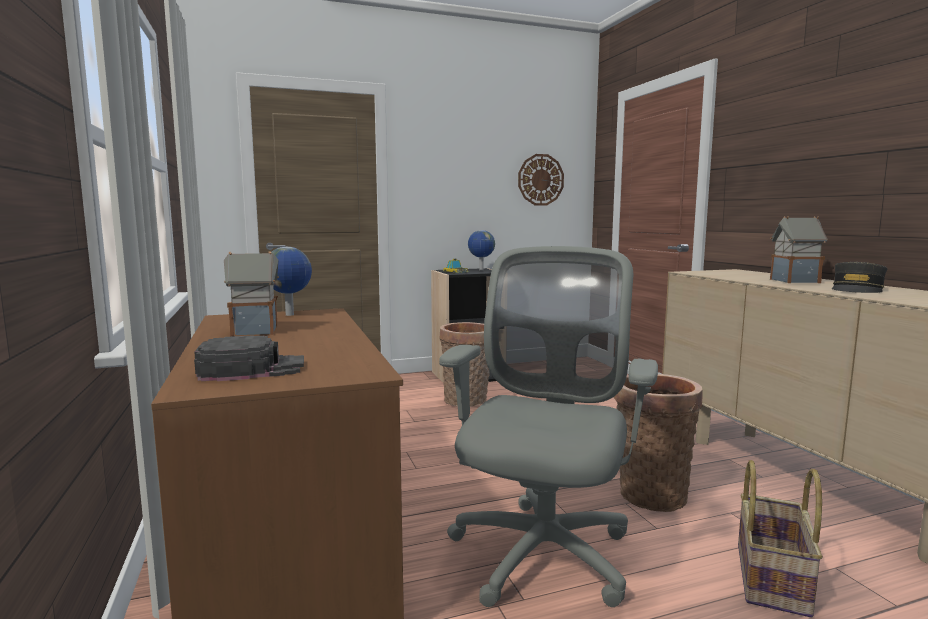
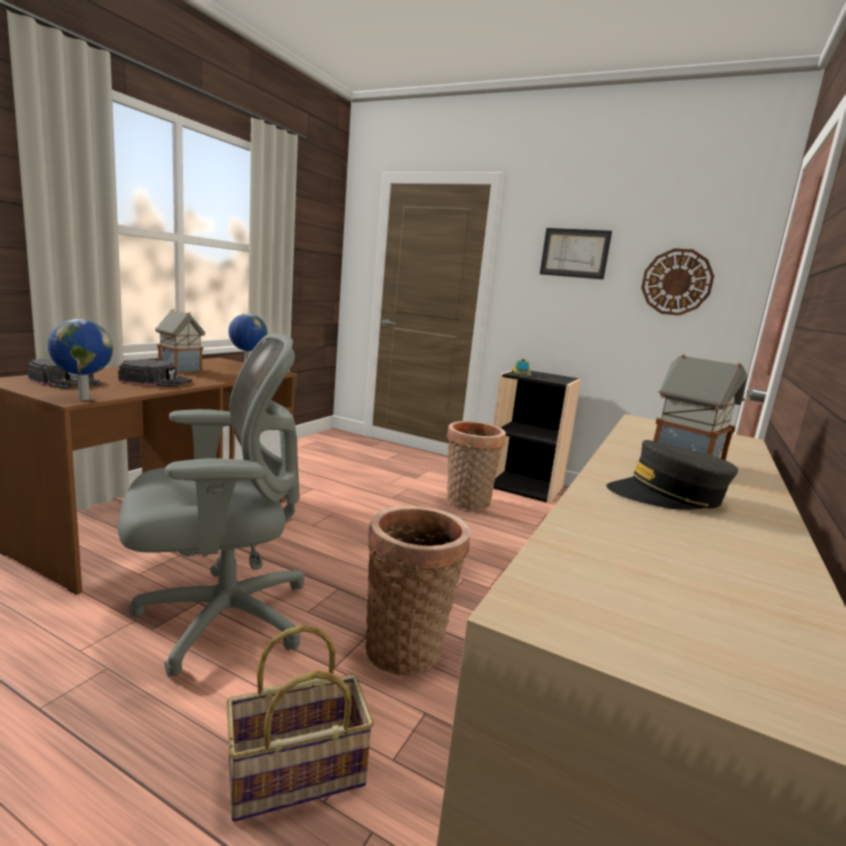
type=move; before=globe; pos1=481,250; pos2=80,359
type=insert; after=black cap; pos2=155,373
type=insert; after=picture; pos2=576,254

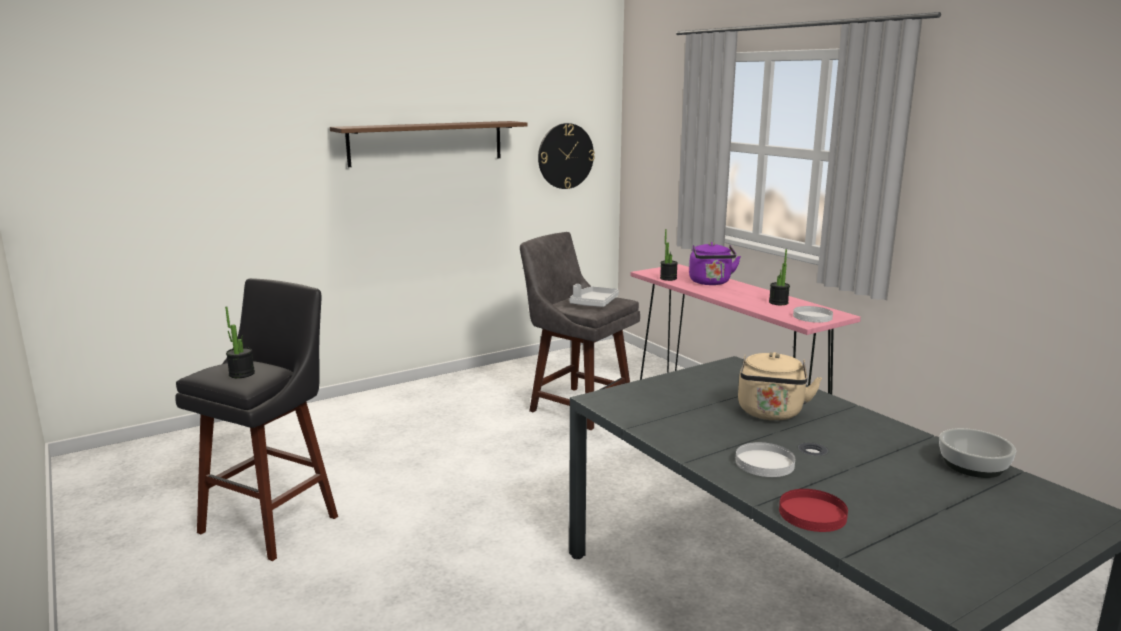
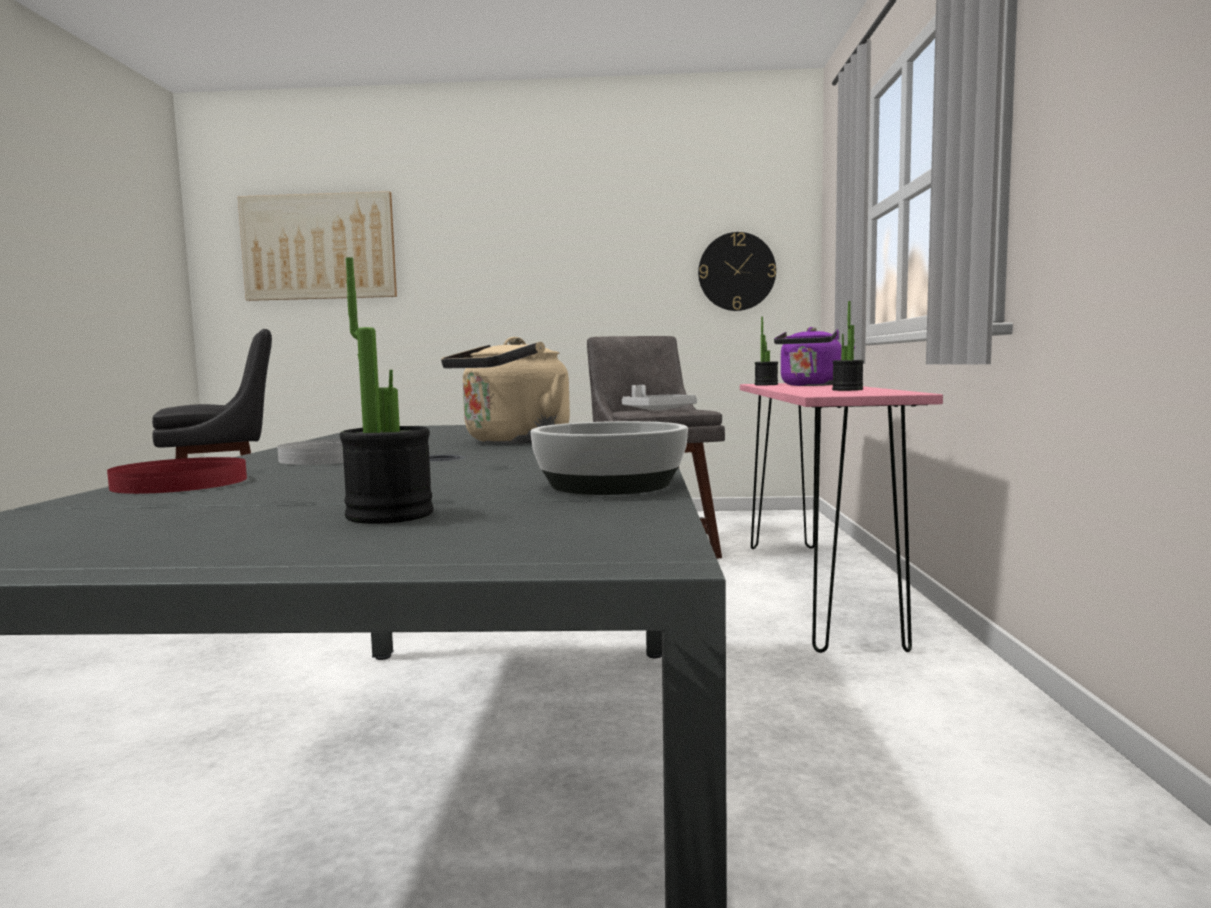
type=insert; after=picture; pos2=317,246
type=move; before=potted plant; pos1=240,342; pos2=387,390
type=delete; before=brown shelf; pos1=428,144
type=delete; before=white plate; pos1=813,314

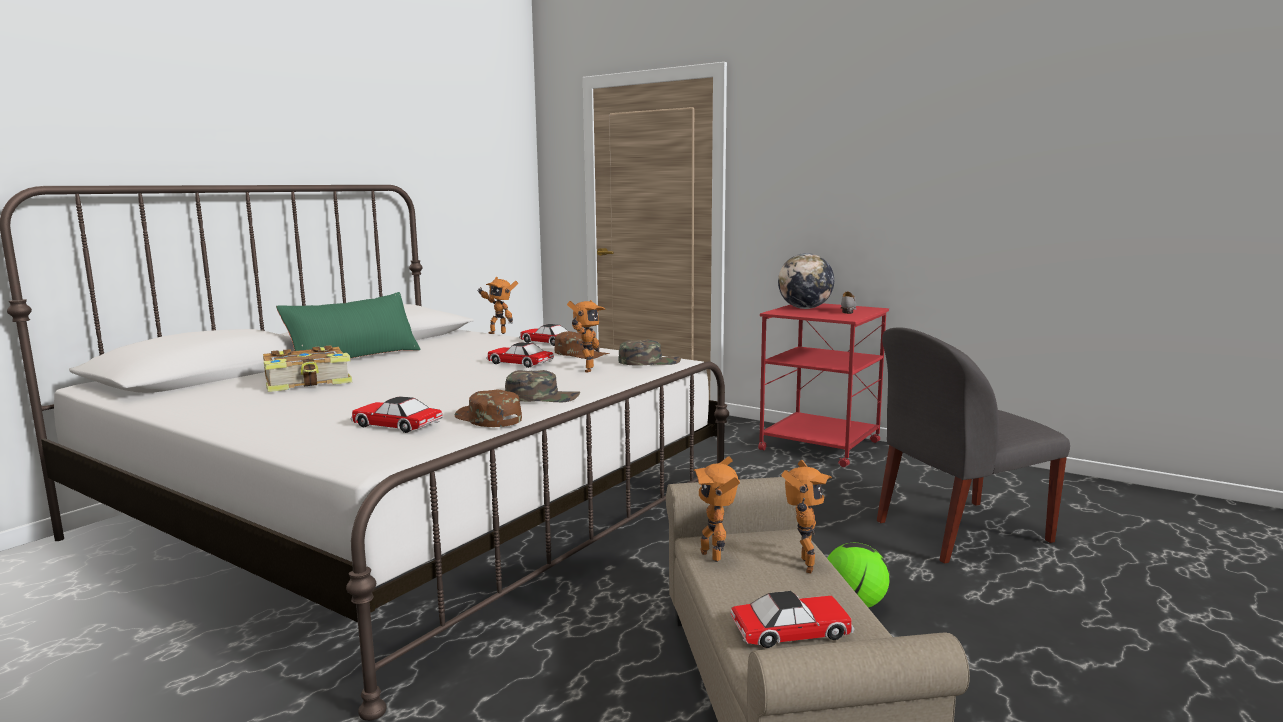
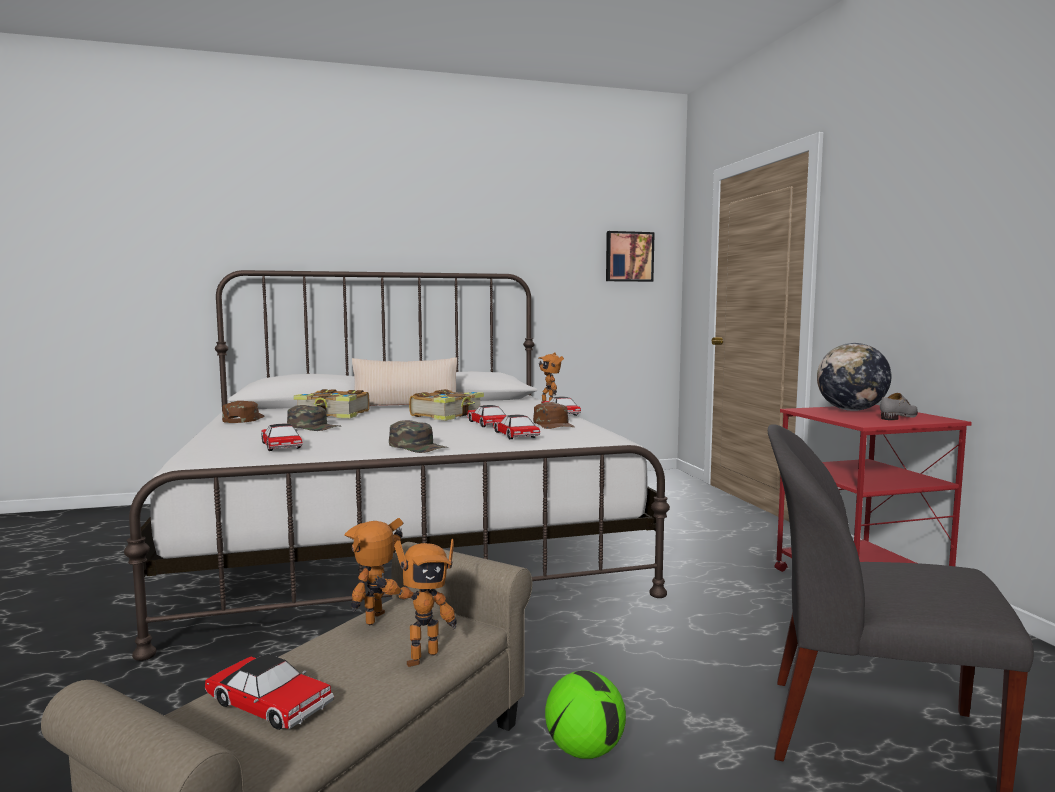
type=move; before=brown cap; pos1=488,408; pos2=243,412
type=move; before=green cap; pos1=649,353; pos2=314,418
type=recolor; before=green pillow; after=beige pillow; pos1=348,325; pos2=404,381
type=insert; after=book; pos2=446,405
type=replace; before=toy robot; after=toy car; pos1=586,336; pos2=516,427
type=insert; after=picture; pos2=630,256

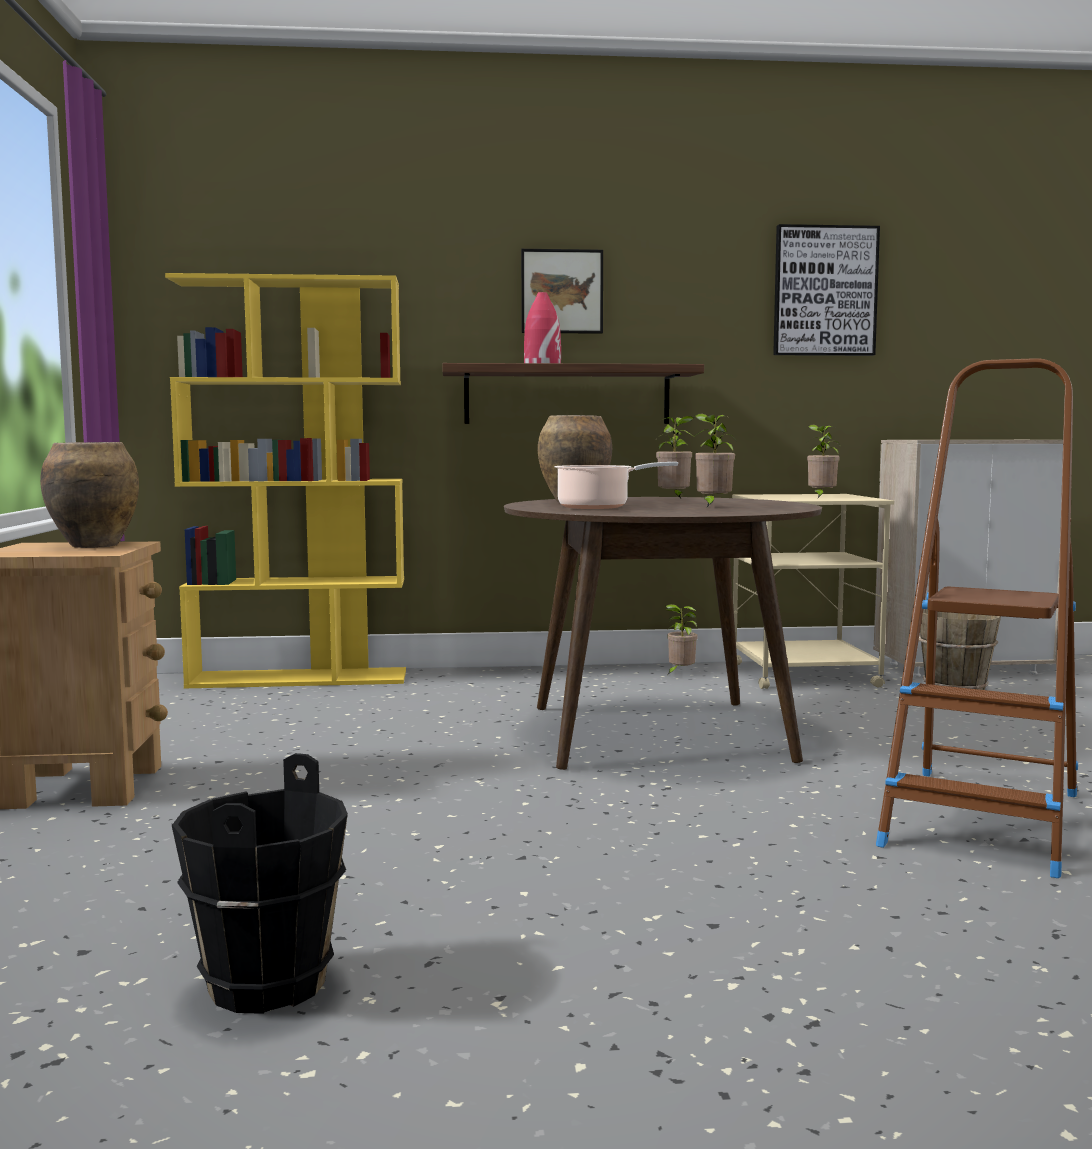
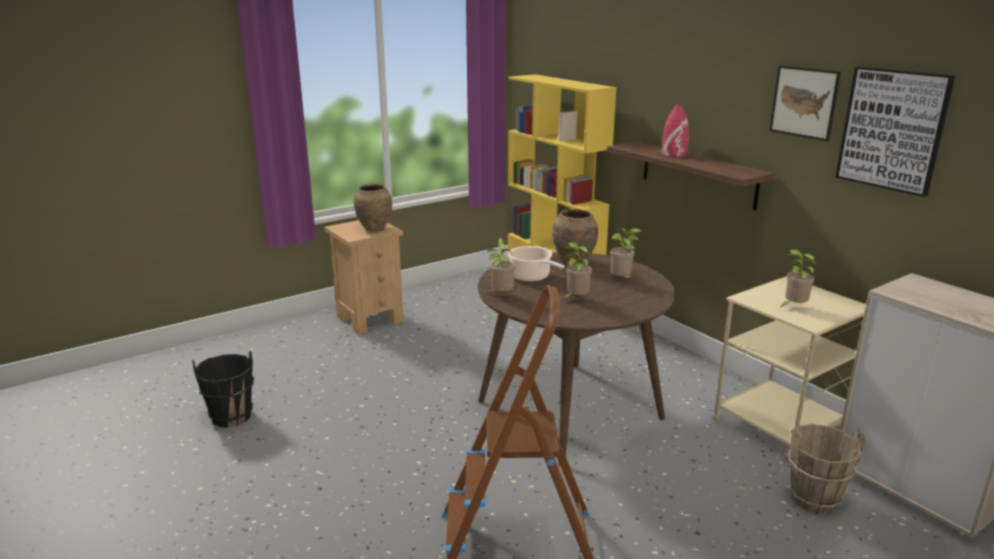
type=move; before=potted plant; pos1=681,639; pos2=501,265
type=move; before=picture; pos1=562,291; pos2=805,103

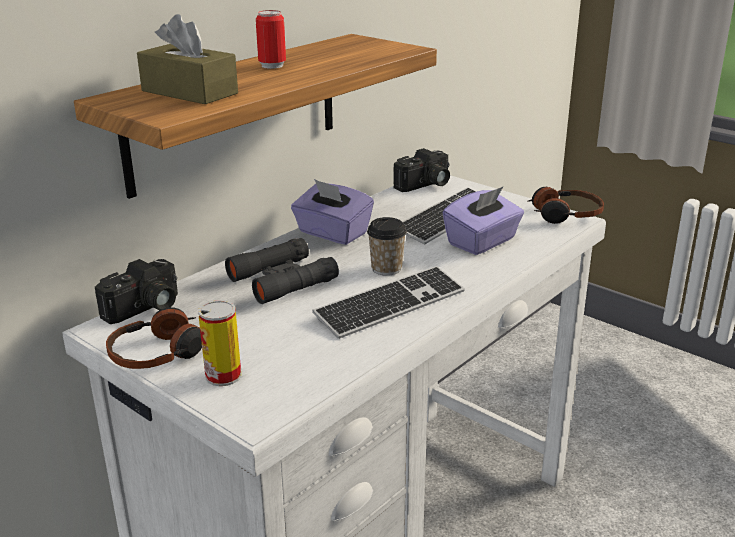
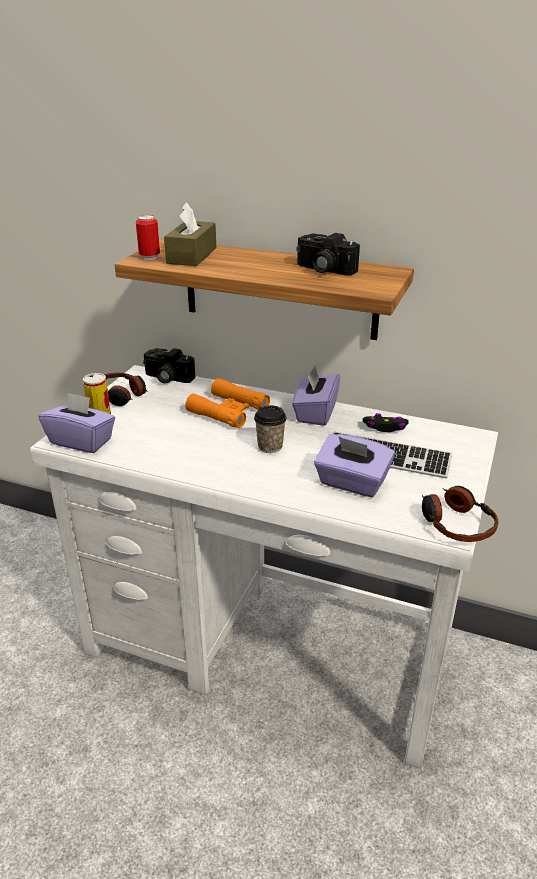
type=insert; after=purple tissue box; pos2=77,422
type=move; before=can; pos1=271,39; pos2=148,237
type=recolor; before=black binoculars; after=orange binoculars; pos1=282,271; pos2=227,403
type=move; before=photo camera; pos1=421,170; pos2=328,254
type=insert; after=black game controller; pos2=386,422
type=delete; before=keyboard; pos1=388,302

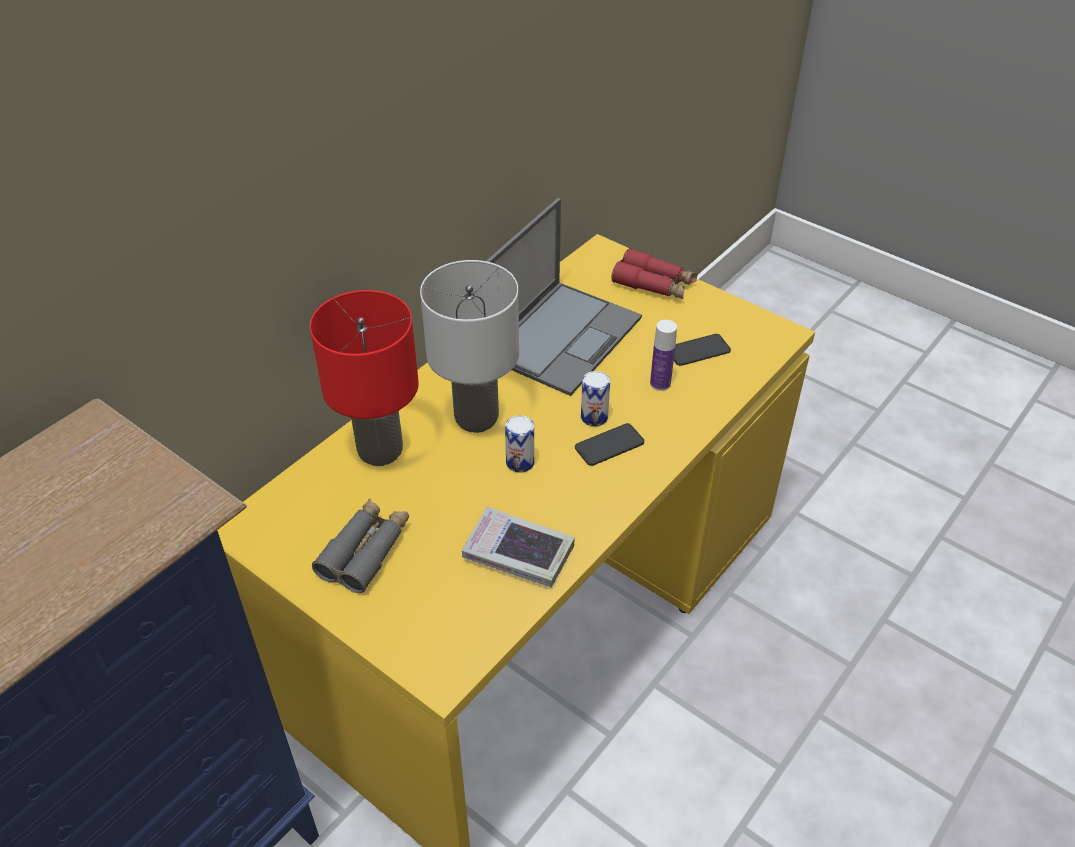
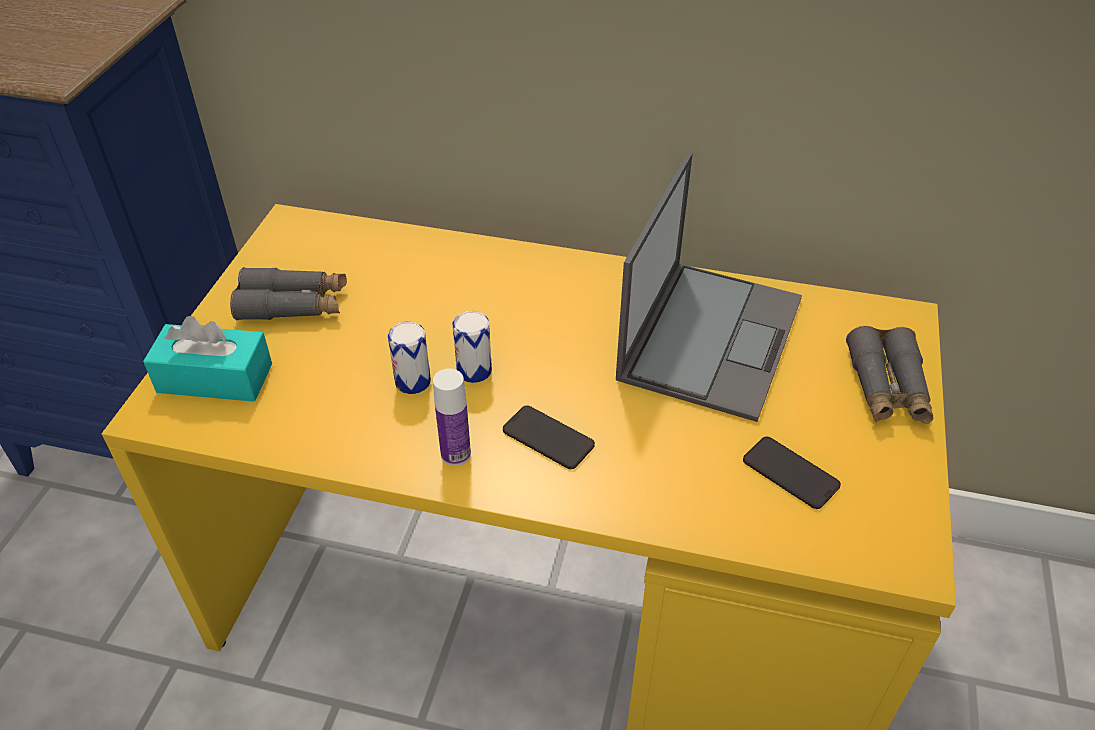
type=insert; after=turquoise tissue box; pos2=207,359
type=move; before=can; pos1=595,399; pos2=409,358
type=move; before=bottle; pos1=663,355; pos2=452,417
type=rotate; before=laptop; pos1=564,297; pos2=709,287; turn=-75
type=recolor; before=red binoculars; after=grey binoculars; pos1=654,273; pos2=889,375
type=delete; before=red table lamp; pos1=364,378
type=delete; before=white table lamp; pos1=469,346
type=delete; before=book; pos1=518,546

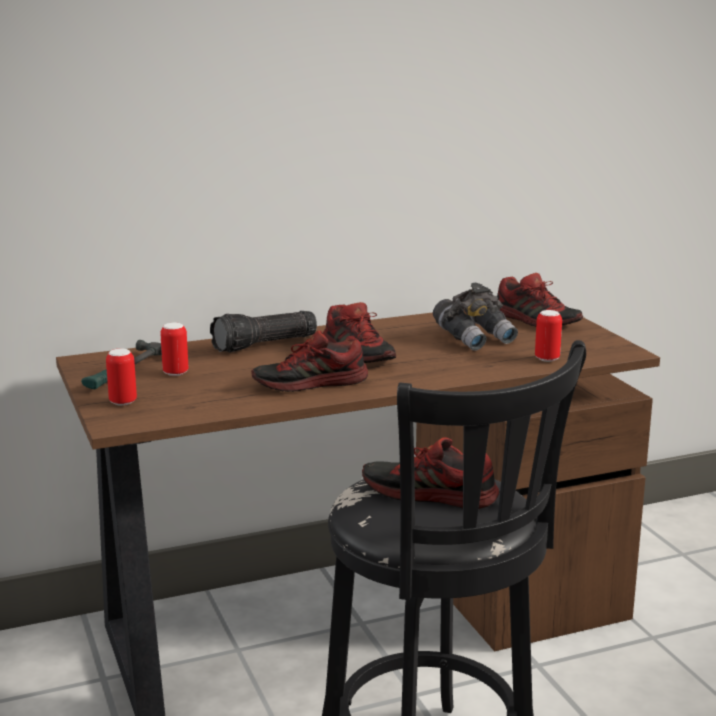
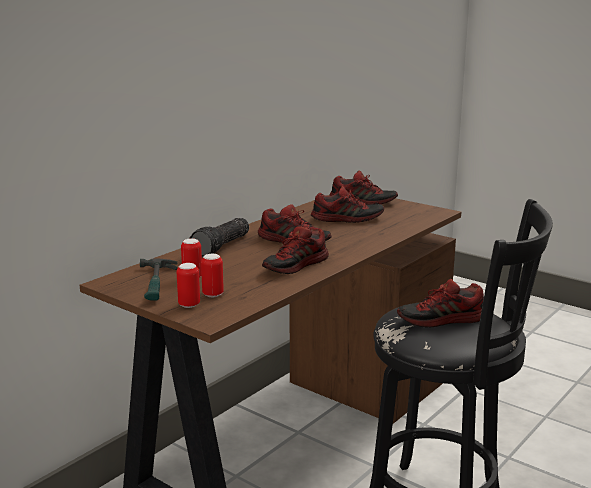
type=move; before=can; pos1=548,336; pos2=212,275
type=replace; before=grey binoculars; after=shoe; pos1=475,317; pos2=347,204

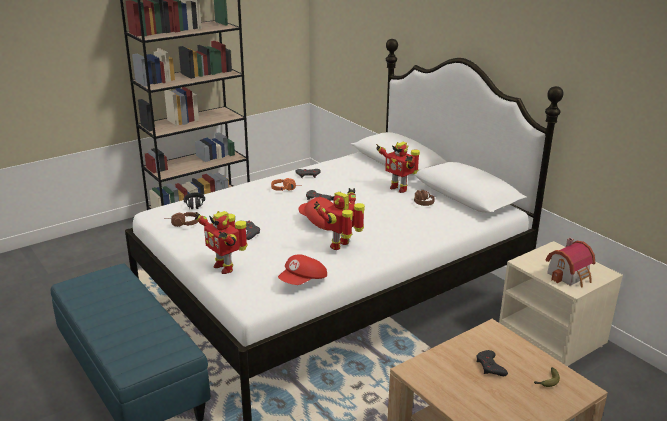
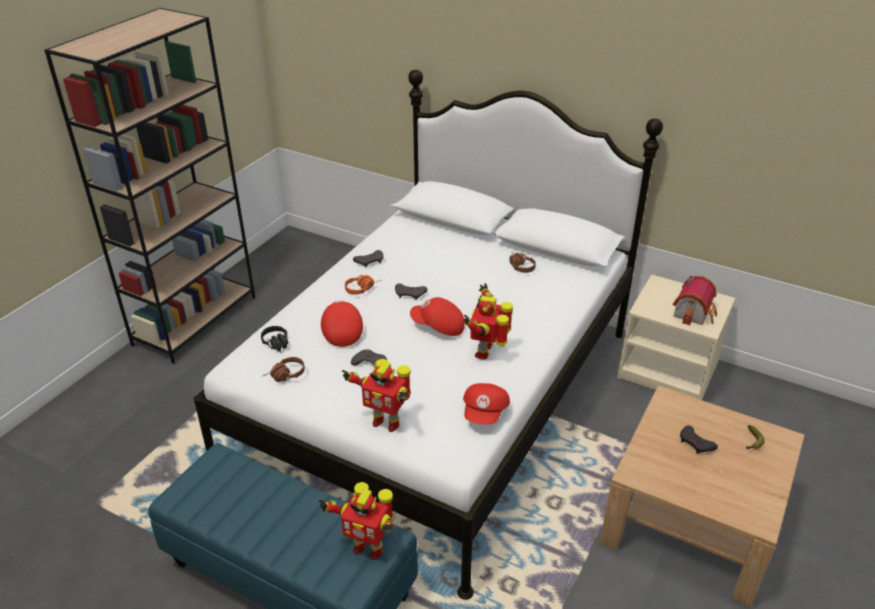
type=move; before=toy robot; pos1=398,167; pos2=356,521
type=insert; after=red cap; pos2=342,324

